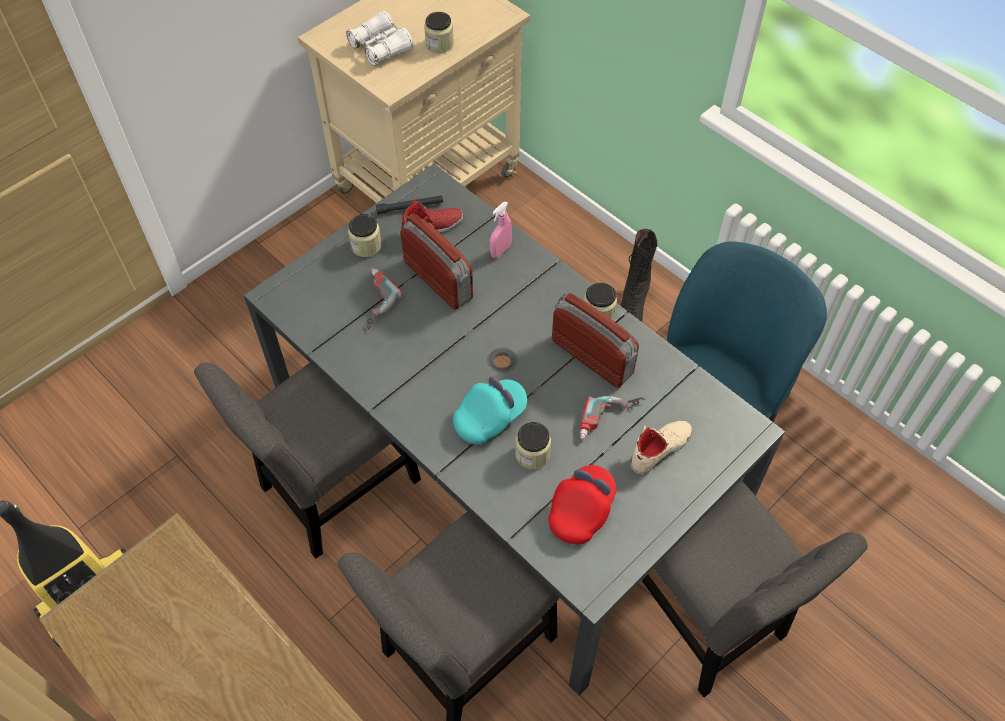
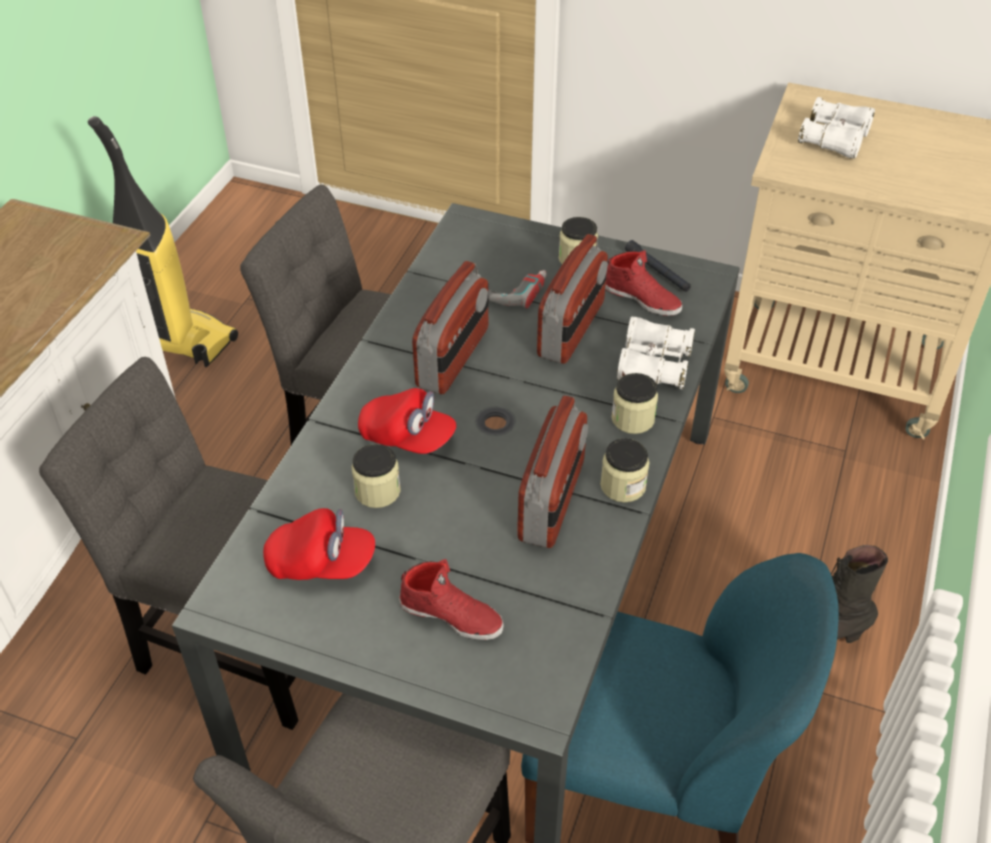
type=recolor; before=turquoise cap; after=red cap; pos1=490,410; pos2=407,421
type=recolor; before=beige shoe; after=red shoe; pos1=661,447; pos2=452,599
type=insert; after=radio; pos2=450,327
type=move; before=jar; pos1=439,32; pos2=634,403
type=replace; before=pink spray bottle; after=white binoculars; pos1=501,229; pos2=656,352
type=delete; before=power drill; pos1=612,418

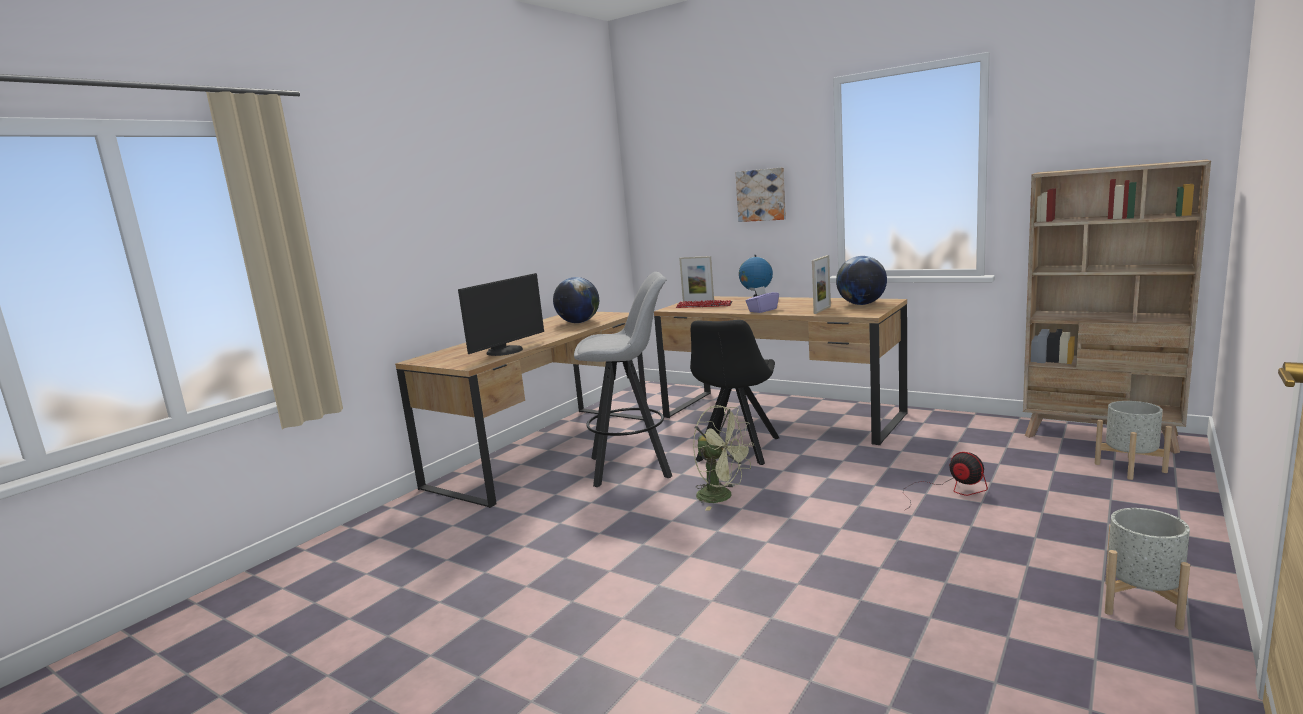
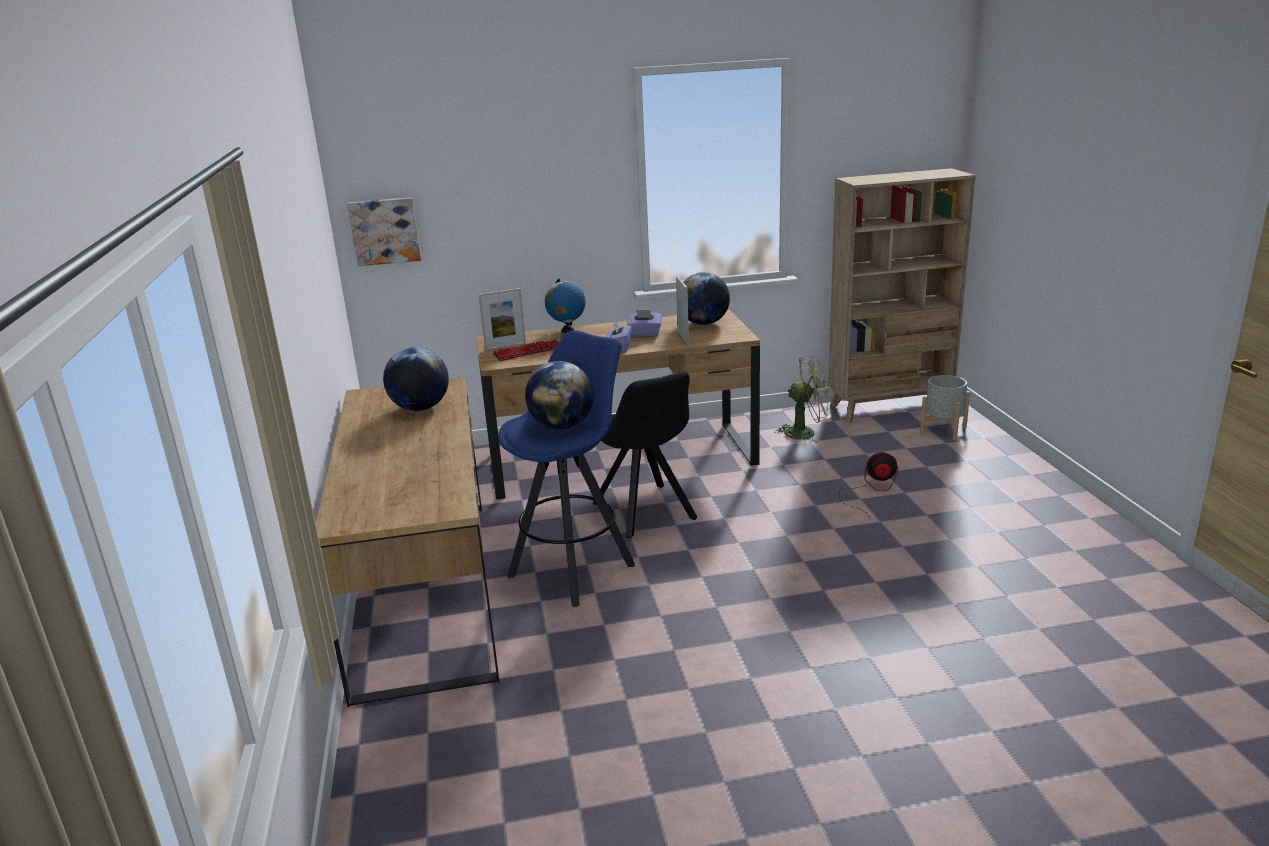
type=move; before=picture; pos1=760,194; pos2=384,231
type=recolor; before=grey stool; after=blue stool; pos1=623,379; pos2=566,468
type=insert; after=globe; pos2=559,395
type=insert; after=purple tissue box; pos2=644,323
type=move; before=green fan; pos1=724,457; pos2=803,399
type=delete; before=monitor; pos1=501,314
type=delete; before=grey planter; pos1=1147,569

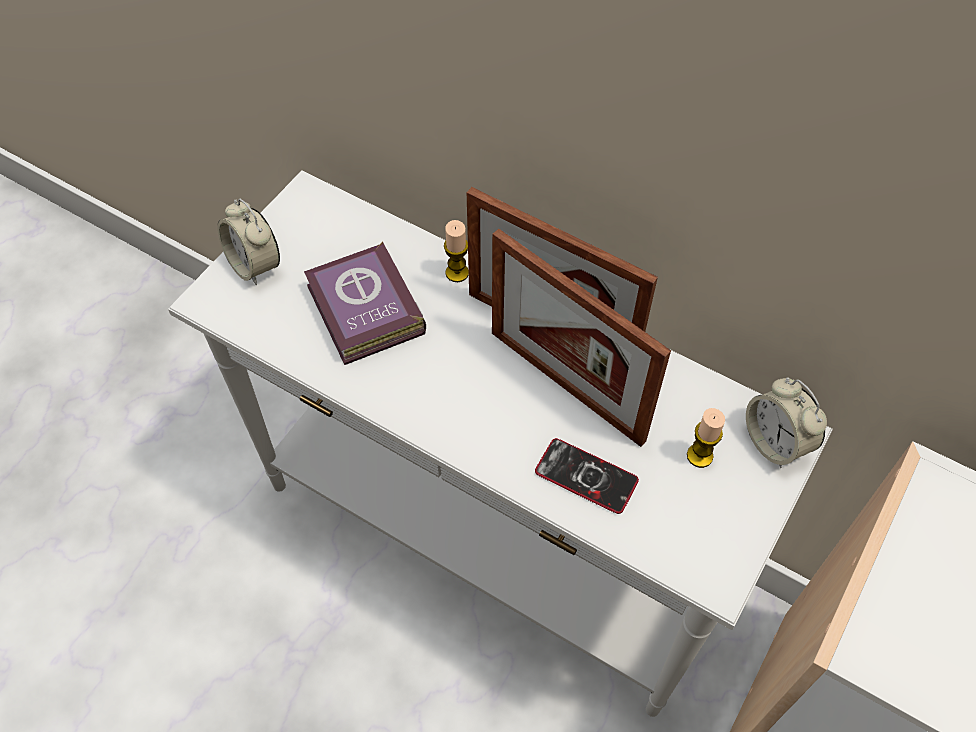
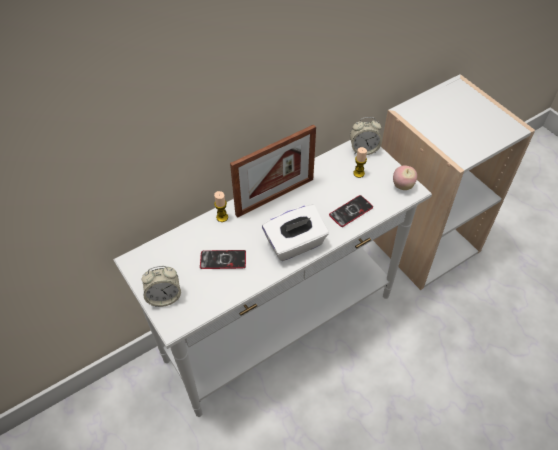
type=replace; before=book; after=phone; pos1=365,303; pos2=223,259
type=insert; after=white tissue box; pos2=295,232
type=insert; after=apple; pos2=405,177
type=delete; before=picture frame; pos1=581,338

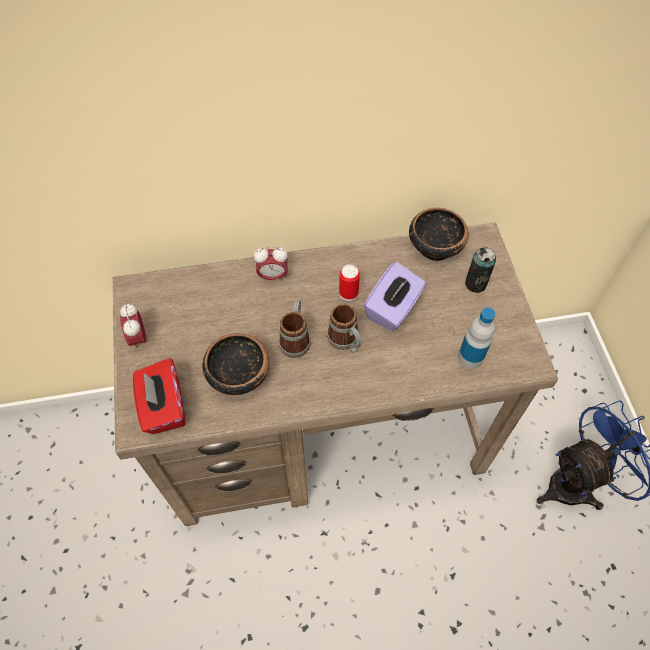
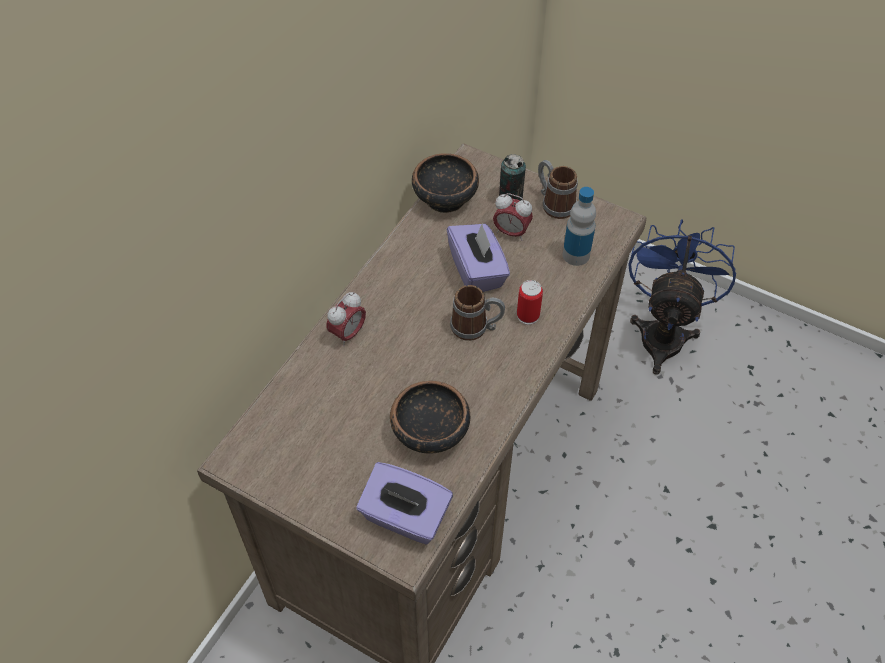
type=recolor; before=red tissue box; after=purple tissue box; pos1=159,396; pos2=404,503
type=move; before=alarm clock; pos1=133,327; pos2=513,217
type=move; before=can; pos1=349,282; pos2=530,302
type=move; before=mug; pos1=295,329; pos2=558,189

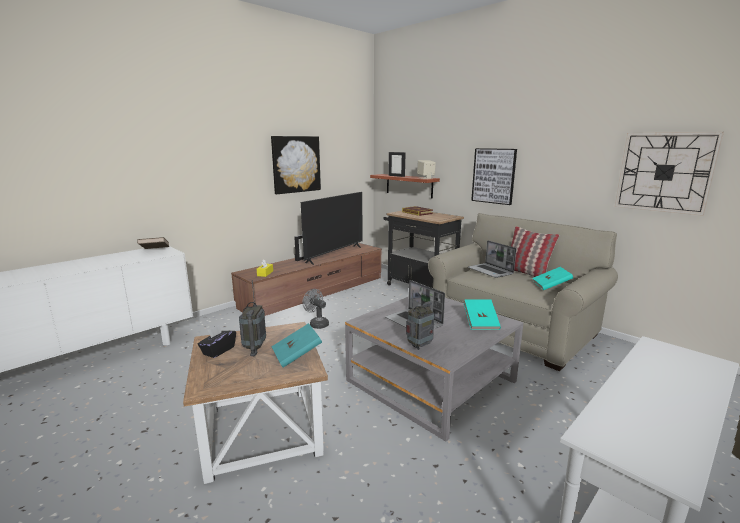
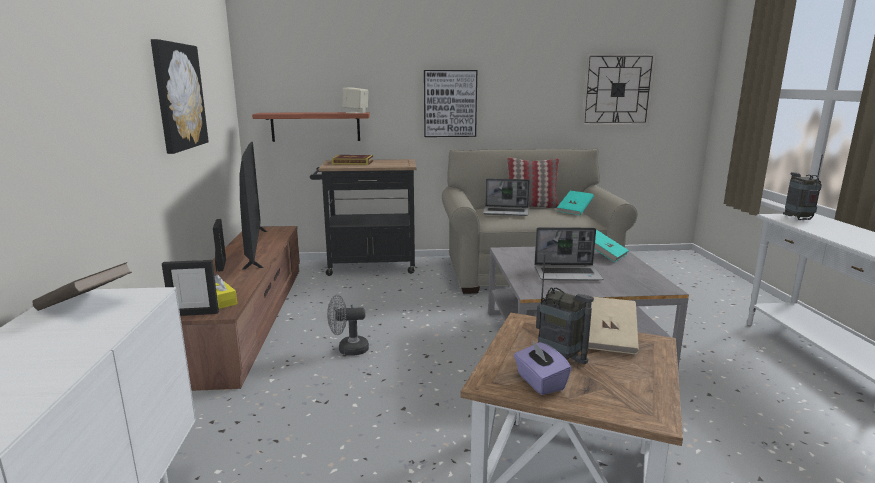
type=move; before=picture frame; pos1=397,164; pos2=190,288
type=recolor; before=black tissue box; after=purple tissue box; pos1=217,341; pos2=543,367
type=recolor; before=turquoise book; after=beige book; pos1=297,345; pos2=613,326
type=move; before=radio; pos1=420,320; pos2=803,187

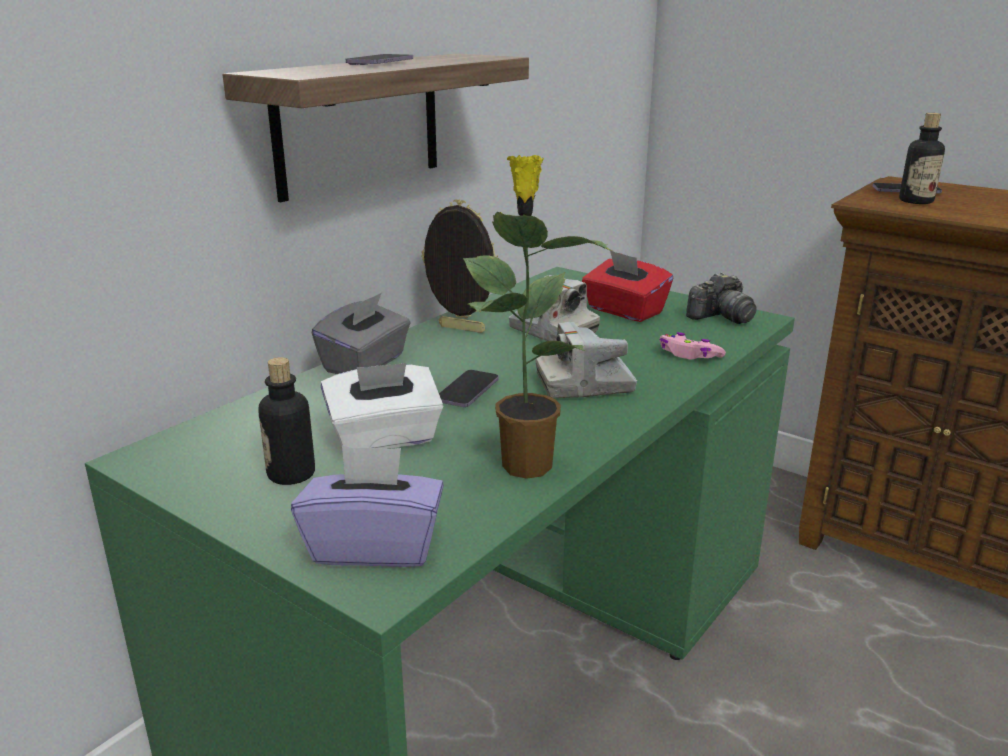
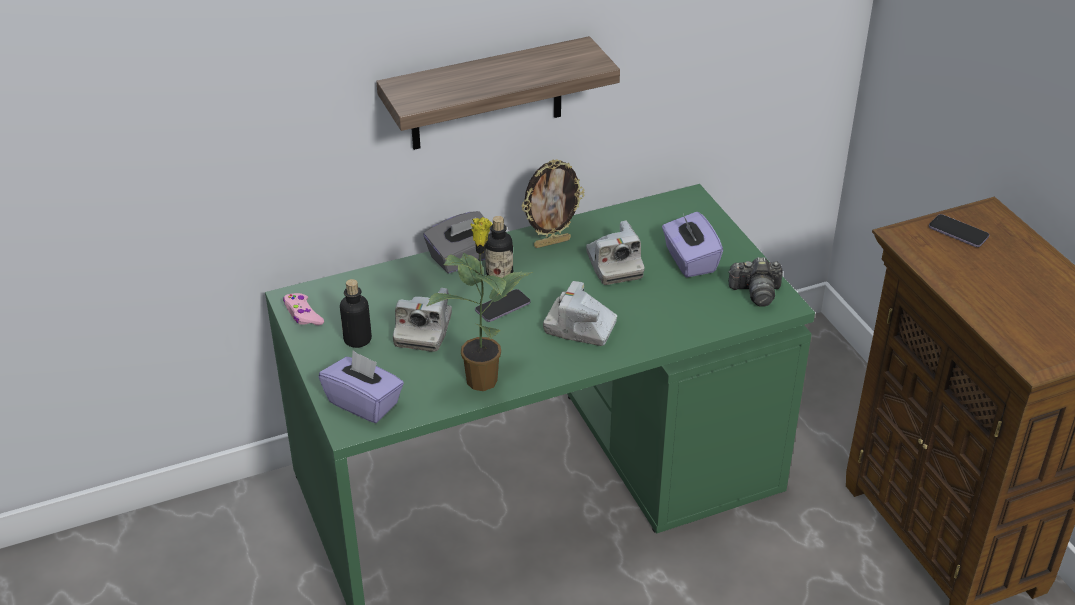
type=move; before=pink game controller; pos1=693,346; pos2=303,309
type=replace; before=white tissue box; after=photo camera; pos1=382,406; pos2=422,320
type=move; before=bottle; pos1=922,158; pos2=499,247
type=rotate; before=picture frame; pos1=460,266; pos2=553,203; turn=105
type=recolor; before=red tissue box; after=purple tissue box; pos1=627,286; pos2=692,244
type=delete; before=phone; pos1=379,59

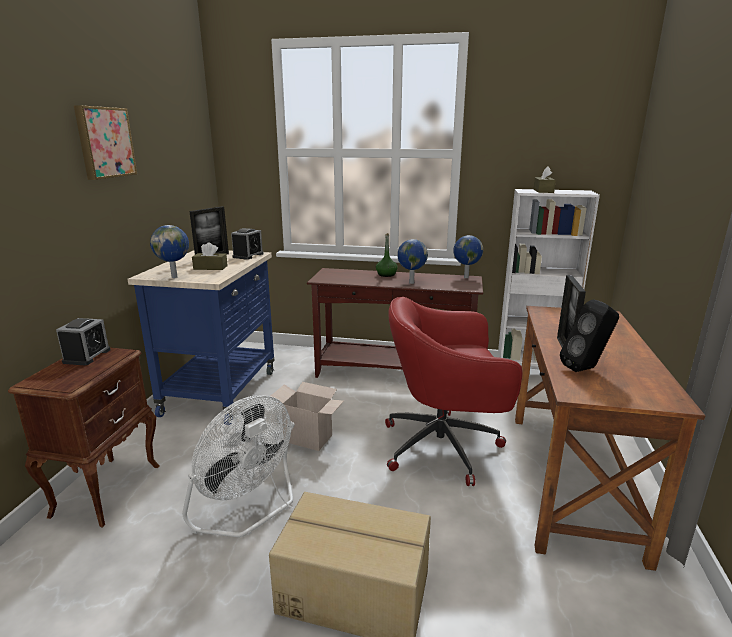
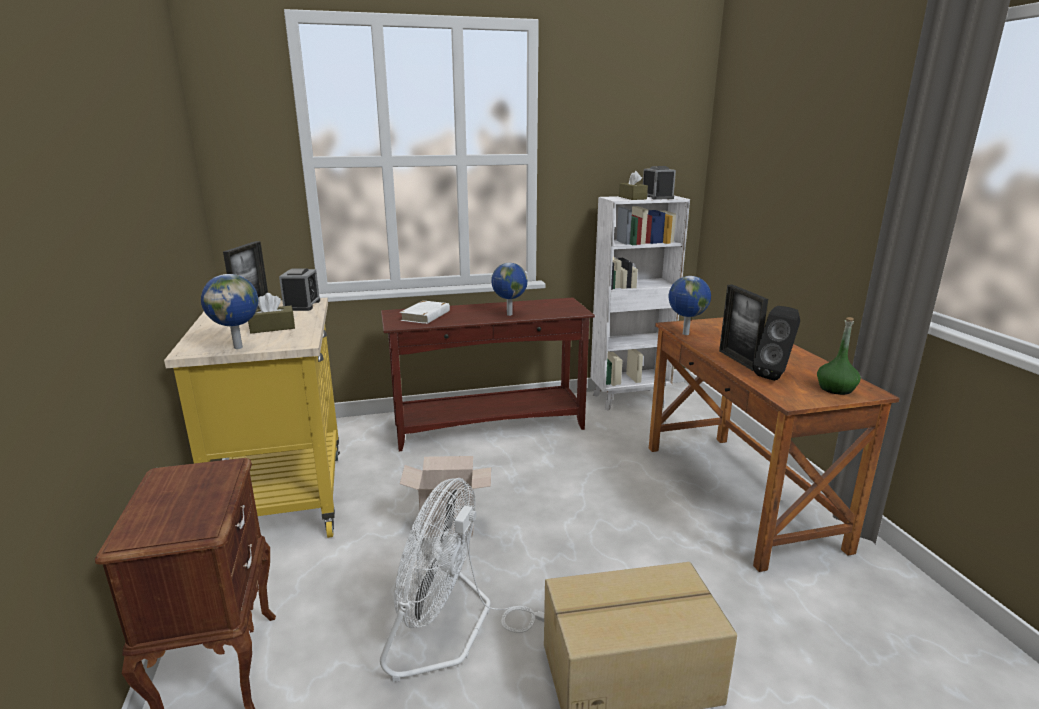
type=recolor; before=blue cart; after=yellow cart; pos1=201,337; pos2=252,418
type=insert; after=white book; pos2=425,312
type=move; before=alarm clock; pos1=83,341; pos2=659,183
type=move; before=globe; pos1=468,256; pos2=690,305
type=move; before=green bottle; pos1=387,255; pos2=839,356
type=delete; before=picture; pos1=105,142
type=delete; before=red office chair; pos1=454,391

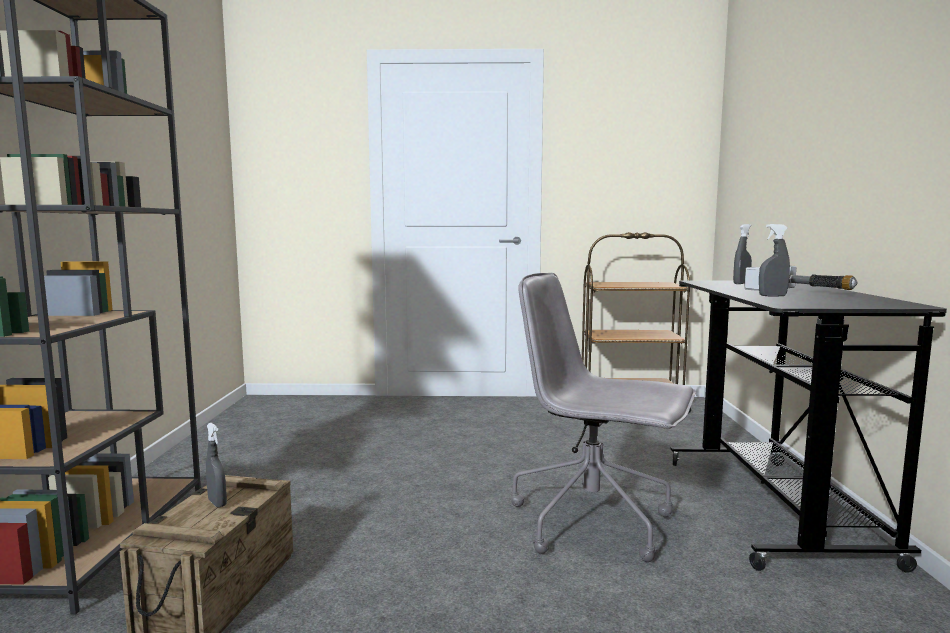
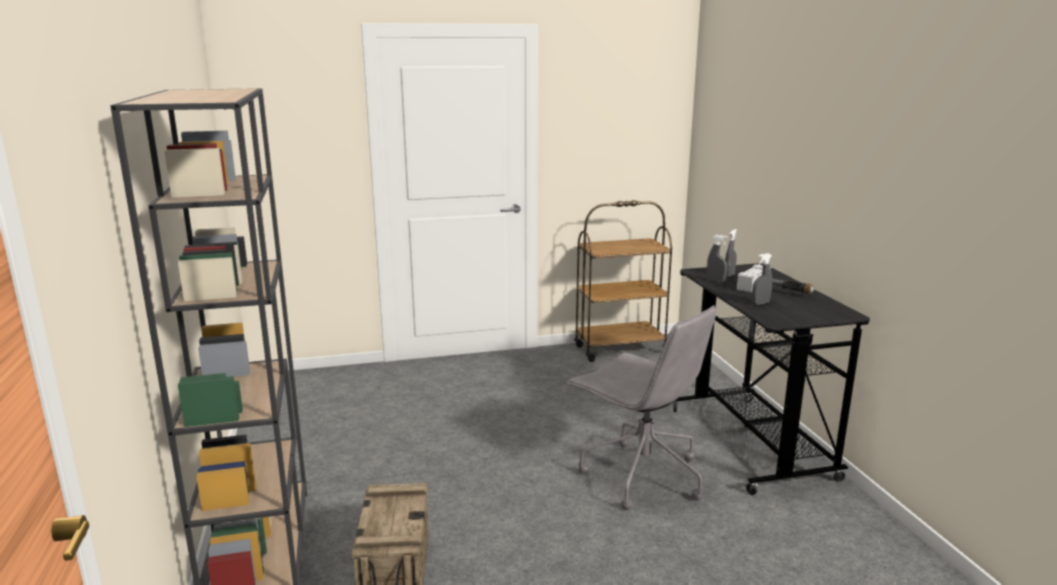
type=rotate; before=grey office chair; pos1=603,417; pos2=642,407; turn=-150
type=move; before=grey spray bottle; pos1=216,465; pos2=717,258

